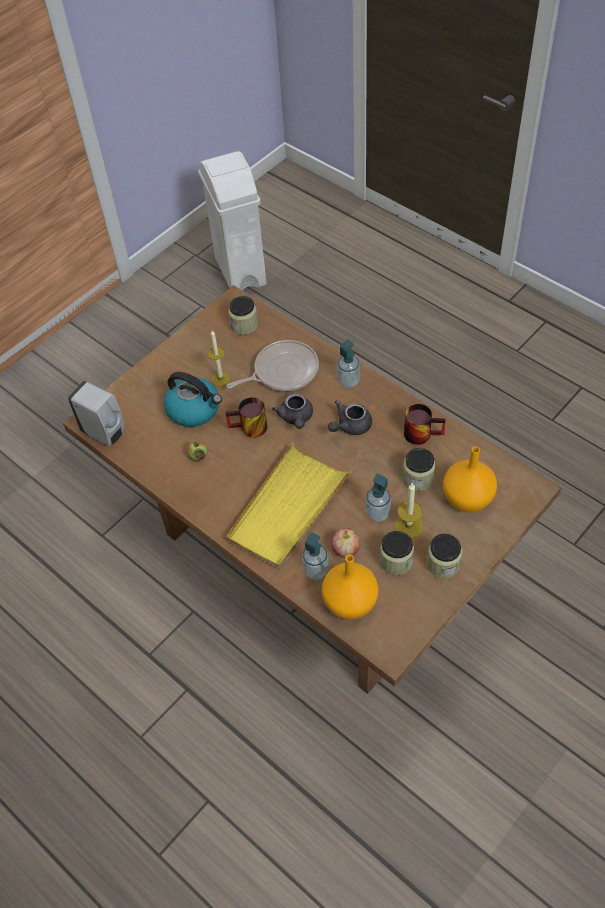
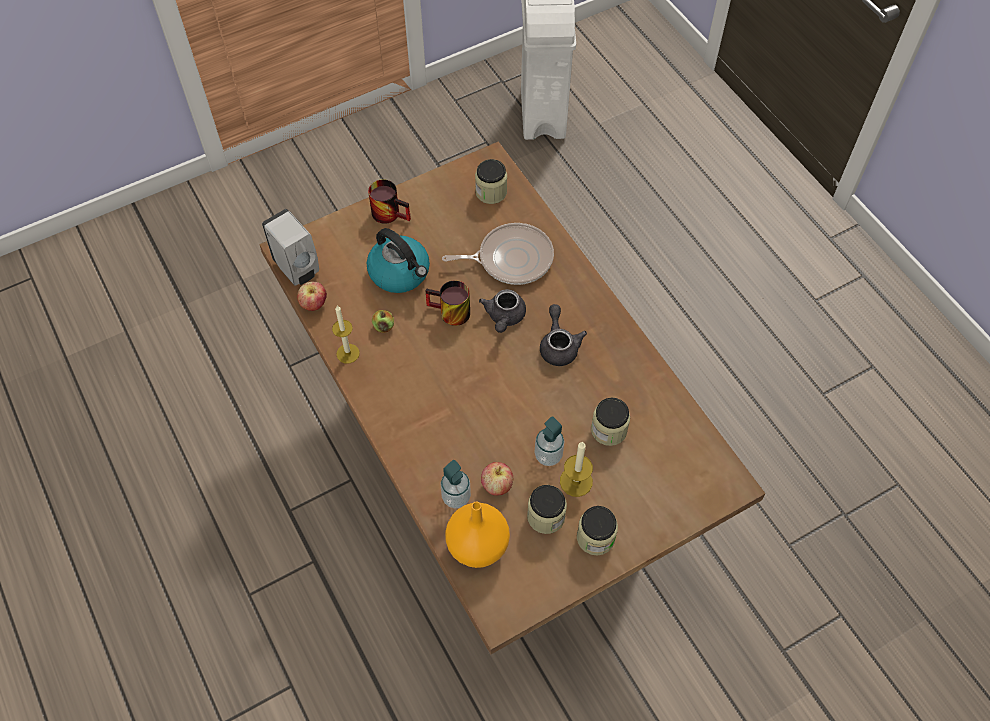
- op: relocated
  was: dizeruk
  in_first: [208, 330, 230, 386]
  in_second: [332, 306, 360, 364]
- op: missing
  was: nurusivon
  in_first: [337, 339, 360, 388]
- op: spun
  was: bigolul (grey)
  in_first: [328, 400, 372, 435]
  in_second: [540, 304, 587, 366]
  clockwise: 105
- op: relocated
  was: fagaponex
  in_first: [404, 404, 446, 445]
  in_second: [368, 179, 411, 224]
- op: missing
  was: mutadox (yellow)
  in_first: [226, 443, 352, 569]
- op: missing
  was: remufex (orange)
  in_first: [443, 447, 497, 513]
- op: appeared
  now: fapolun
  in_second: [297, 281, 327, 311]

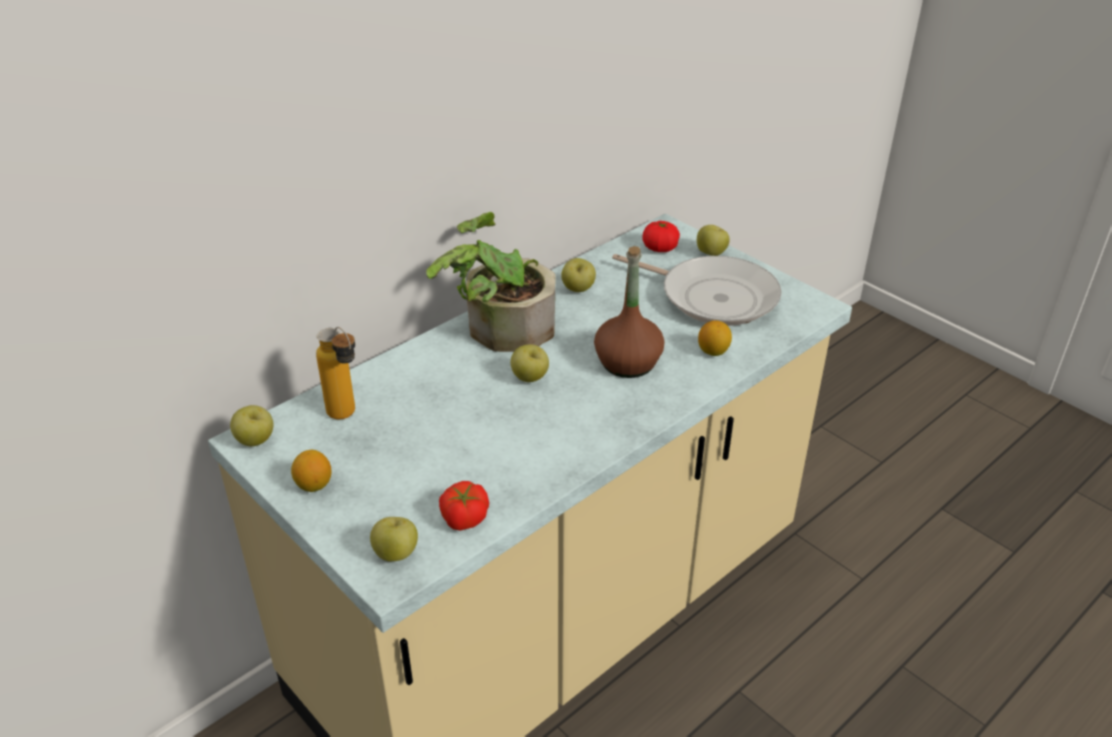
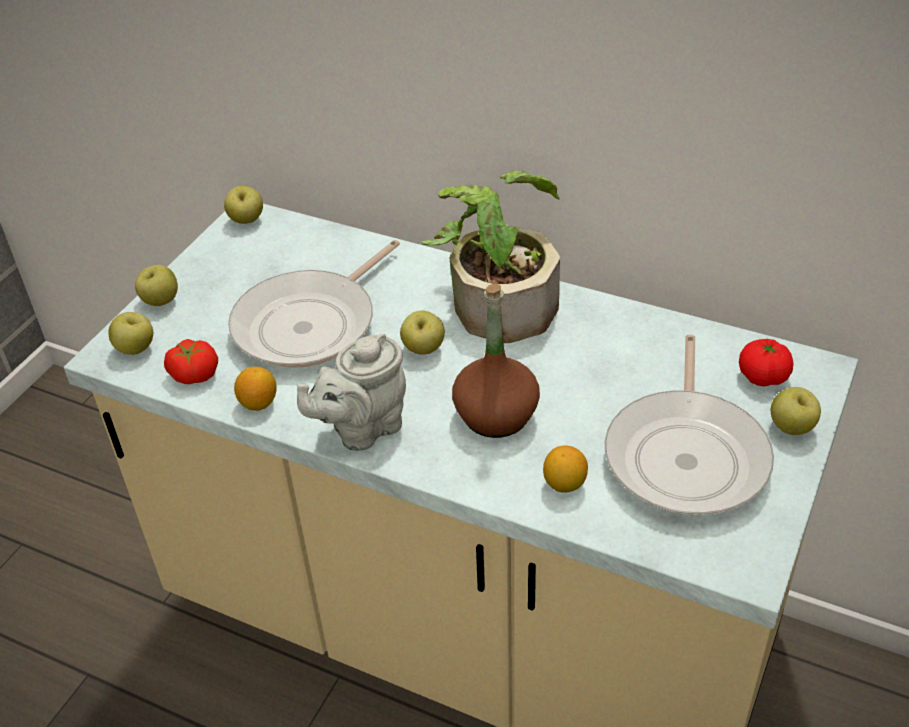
- op: relocated
  was: fapolun
  in_first: [561, 258, 596, 292]
  in_second: [135, 265, 178, 306]
- op: missing
  was: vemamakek
  in_first: [316, 327, 355, 420]
- op: relocated
  was: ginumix
  in_first: [291, 450, 331, 492]
  in_second: [234, 367, 277, 411]
- op: appeared
  now: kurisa
  in_second: [228, 240, 400, 368]
- op: appeared
  now: bigolul (grey)
  in_second: [297, 333, 406, 451]

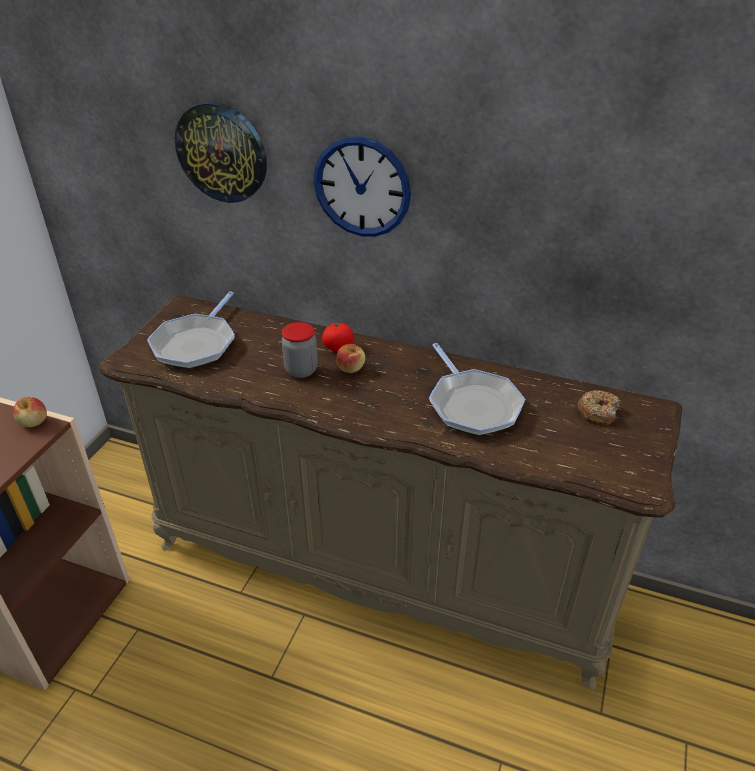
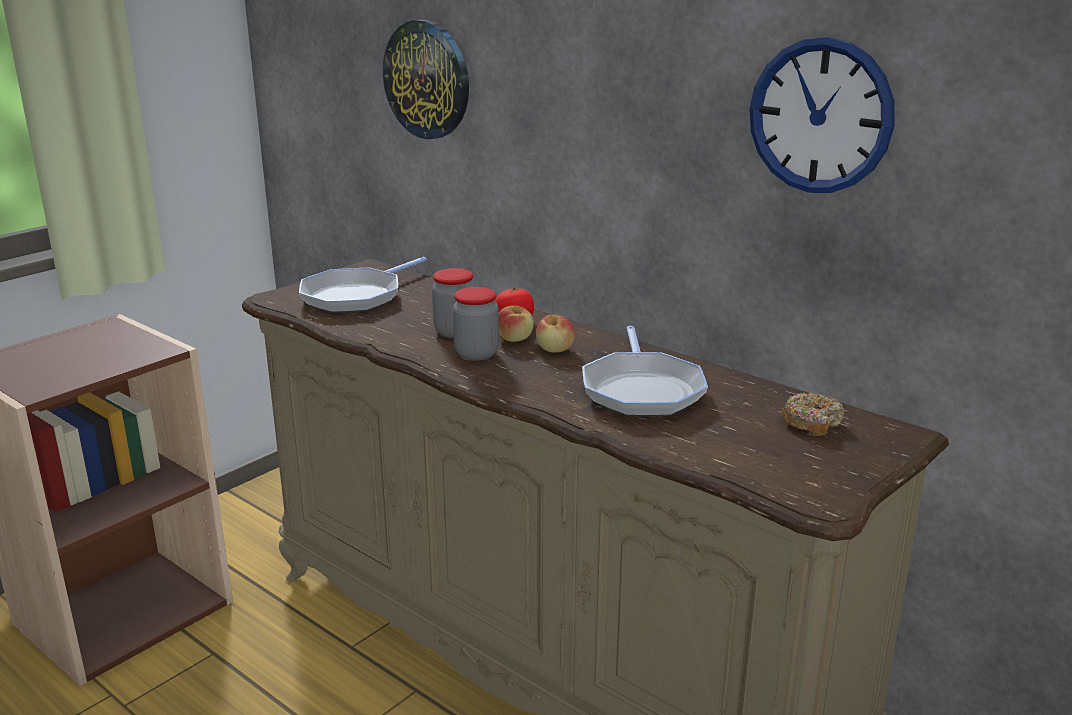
- op: relocated
  was: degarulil
  in_first: [313, 136, 411, 237]
  in_second: [750, 37, 895, 193]
- op: relocated
  was: fapolun
  in_first: [13, 397, 47, 427]
  in_second: [536, 315, 575, 353]
- op: appeared
  now: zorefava
  in_second: [453, 287, 499, 360]

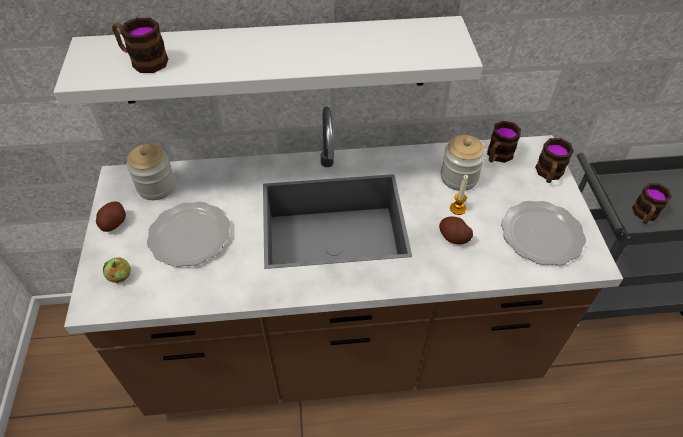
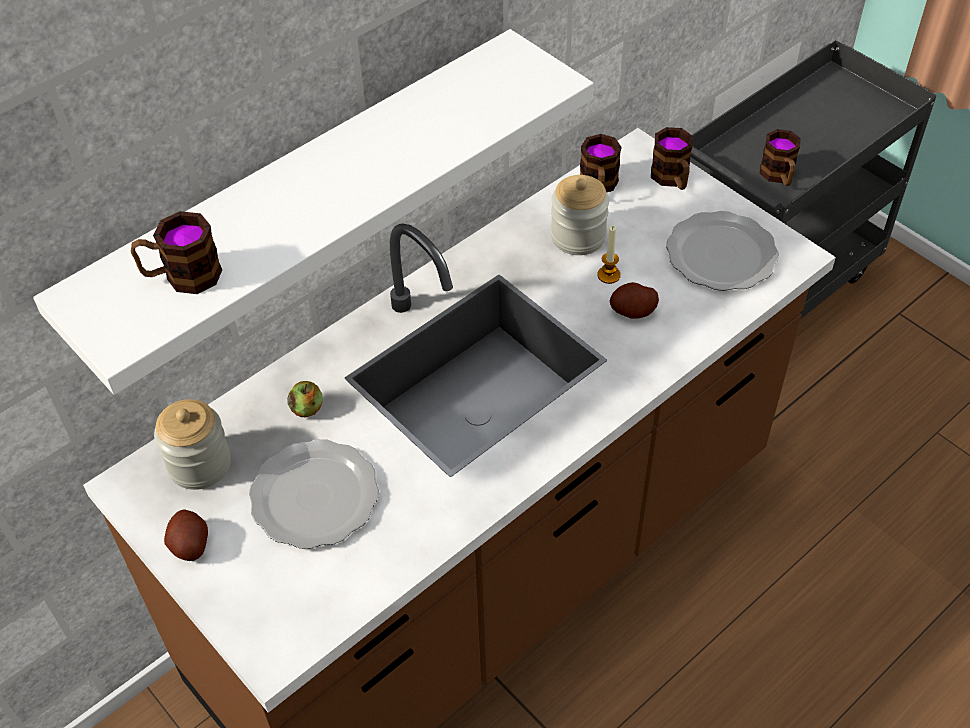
- op: relocated
  was: fapolun
  in_first: [103, 257, 131, 283]
  in_second: [287, 381, 323, 417]

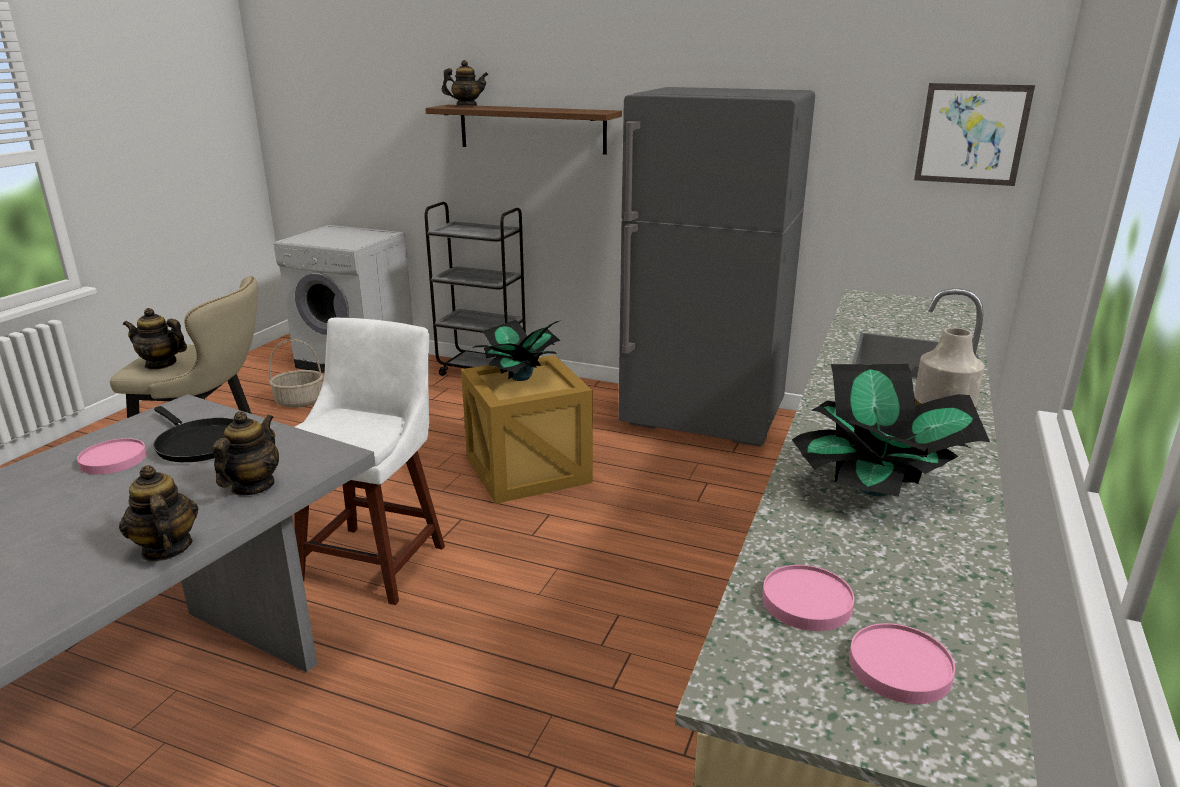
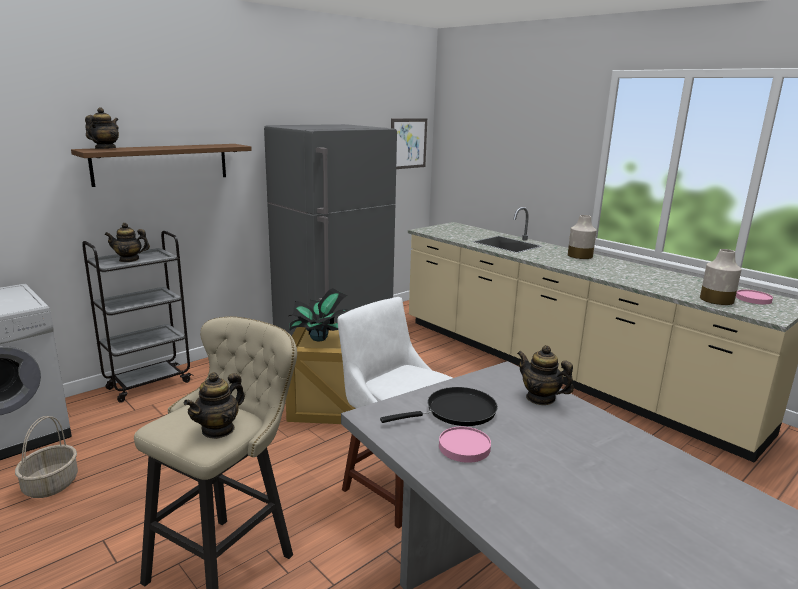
- op: missing
  was: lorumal
  in_first: [792, 364, 990, 497]
- op: relocated
  was: bigolul
  in_first: [119, 465, 198, 562]
  in_second: [105, 223, 150, 262]
- op: exchanged
  was: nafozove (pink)
  now: remufex (beige)
  in_first: [762, 565, 854, 631]
  in_second: [700, 249, 742, 305]

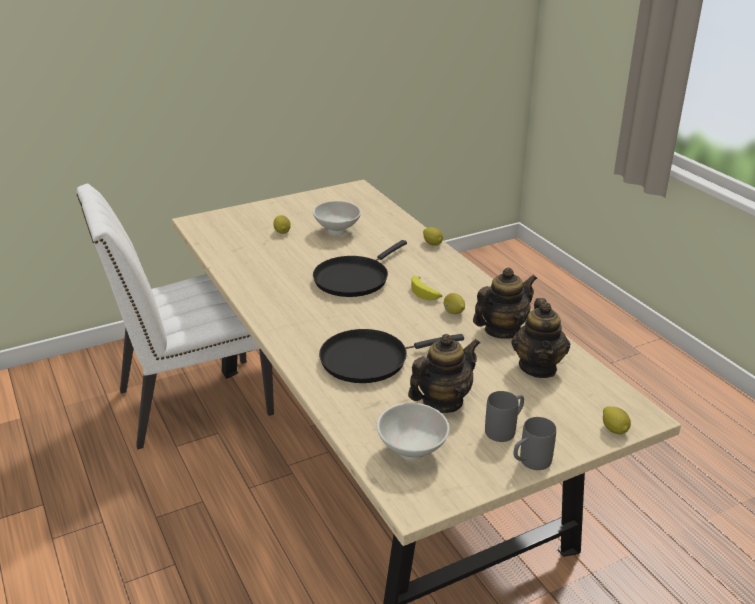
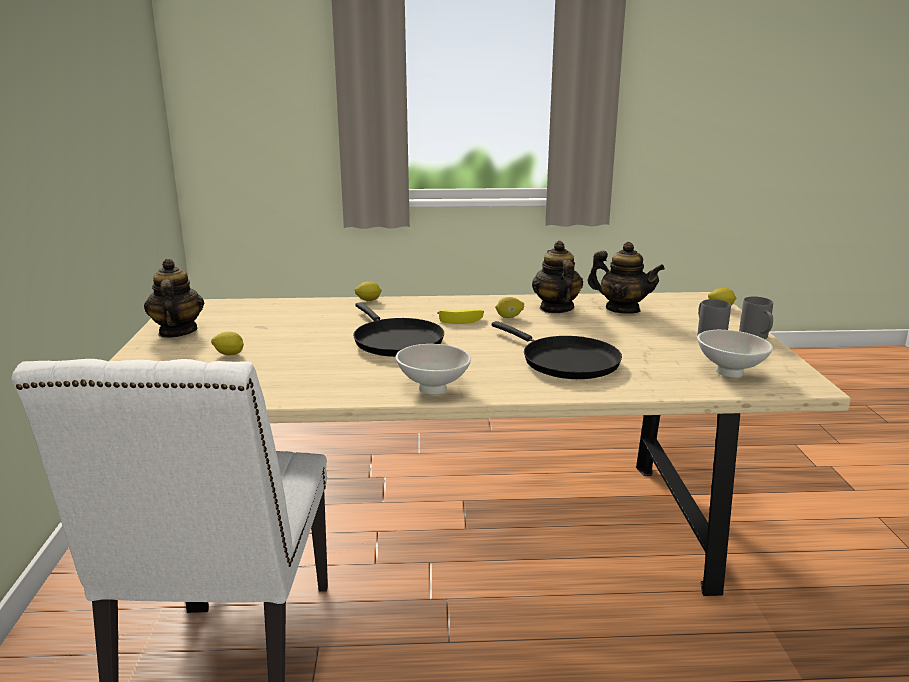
- op: relocated
  was: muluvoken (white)
  in_first: [313, 201, 361, 235]
  in_second: [396, 344, 471, 394]
- op: spun
  was: kurisa (black)
  in_first: [319, 329, 464, 383]
  in_second: [492, 321, 622, 379]
  clockwise: -45
- op: relocated
  was: bigolul
  in_first: [408, 334, 480, 413]
  in_second: [144, 258, 204, 338]

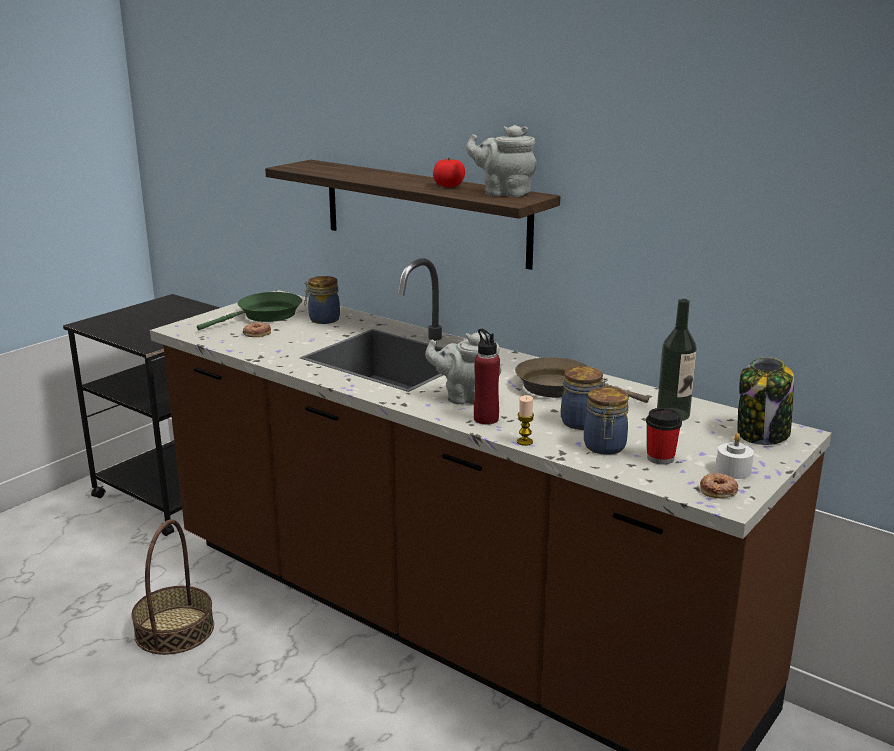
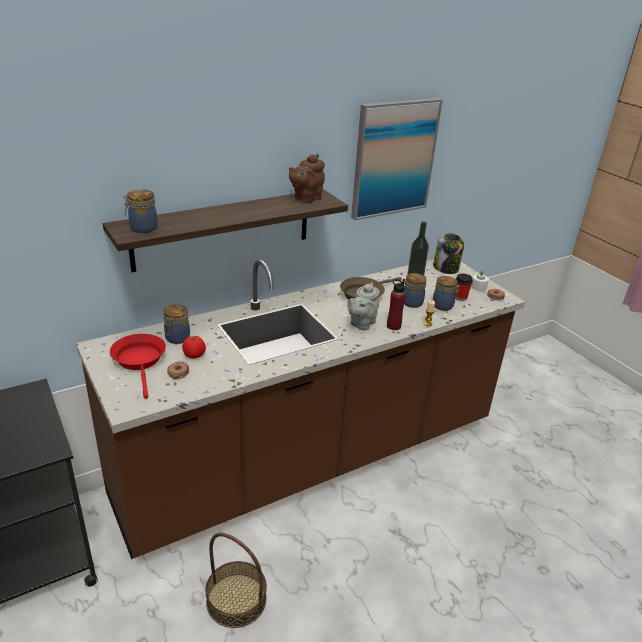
- op: colour
  was: bigolul (grey)
  now: bigolul (brown)
  in_first: [466, 125, 537, 197]
  in_second: [289, 154, 325, 203]
- op: relocated
  was: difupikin
  in_first: [433, 158, 465, 188]
  in_second: [182, 336, 206, 359]
- op: colour
  was: kurisa (green)
  now: kurisa (red)
  in_first: [197, 292, 302, 330]
  in_second: [110, 334, 166, 399]
- op: appeared
  now: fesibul
  in_second: [351, 98, 443, 220]
- op: appeared
  now: zorefava
  in_second: [124, 189, 158, 233]

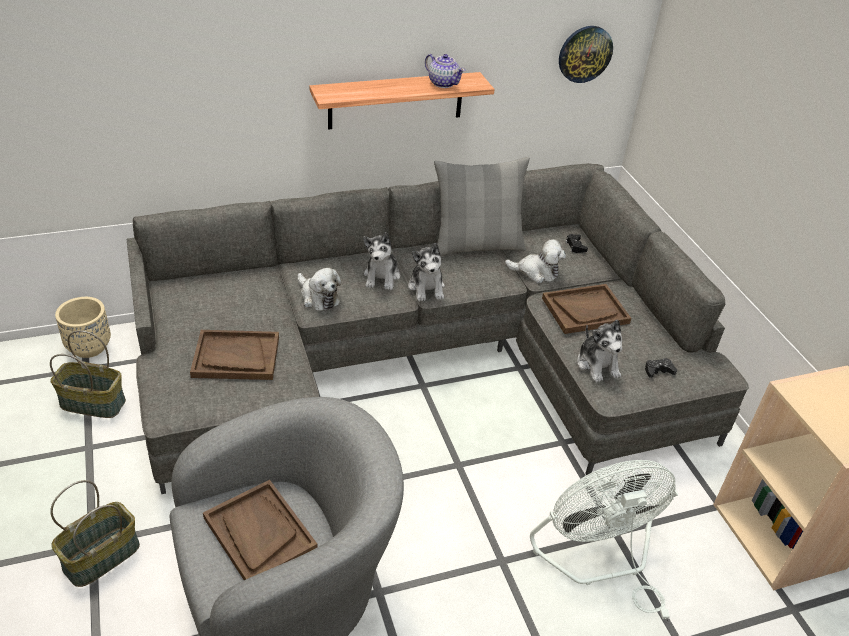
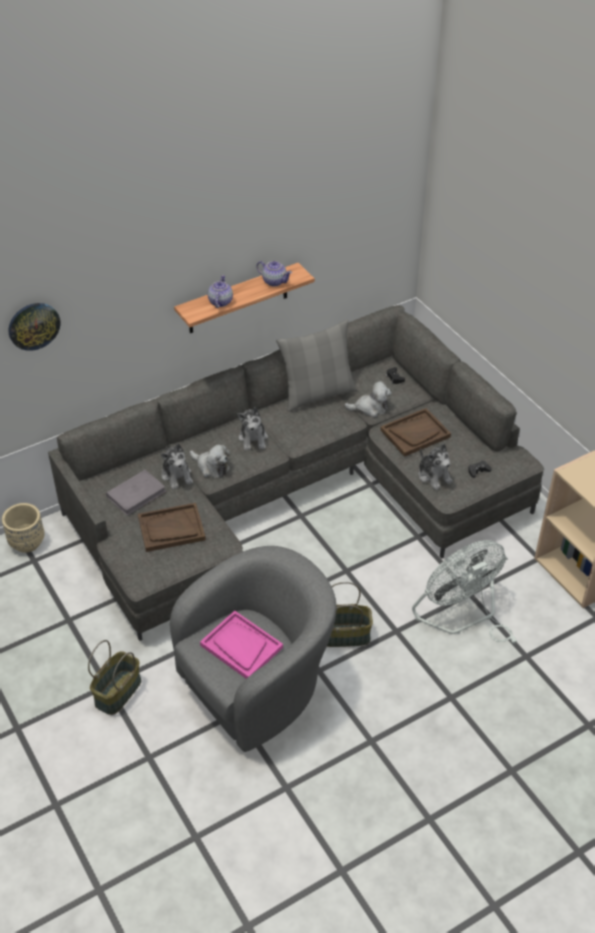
- op: relocated
  was: degarulil
  in_first: [559, 26, 613, 83]
  in_second: [8, 303, 61, 351]
- op: relocated
  was: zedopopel
  in_first: [408, 243, 445, 302]
  in_second: [161, 444, 193, 490]
- op: relocated
  was: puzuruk
  in_first: [50, 330, 126, 418]
  in_second: [327, 582, 373, 647]
- op: colour
  was: mutadox (brown)
  now: mutadox (pink)
  in_first: [203, 480, 318, 580]
  in_second: [200, 611, 283, 679]
- op: appeared
  now: bigolul
  in_second: [208, 275, 233, 308]
- op: appeared
  now: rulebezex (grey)
  in_second: [106, 470, 167, 516]

